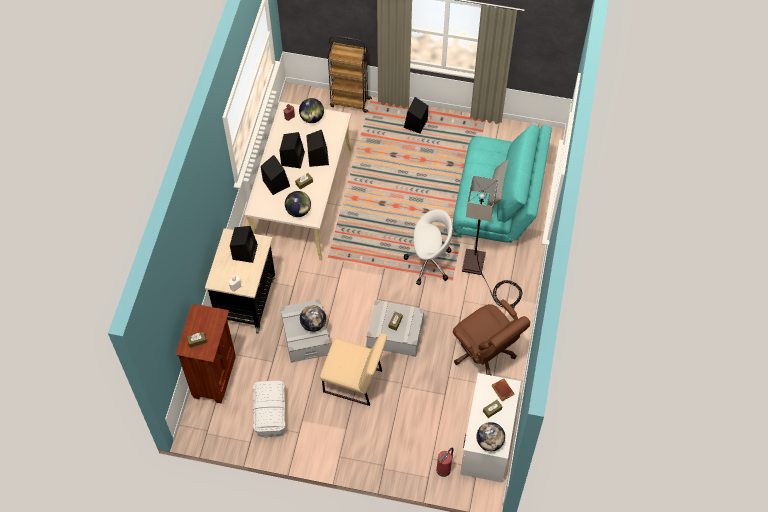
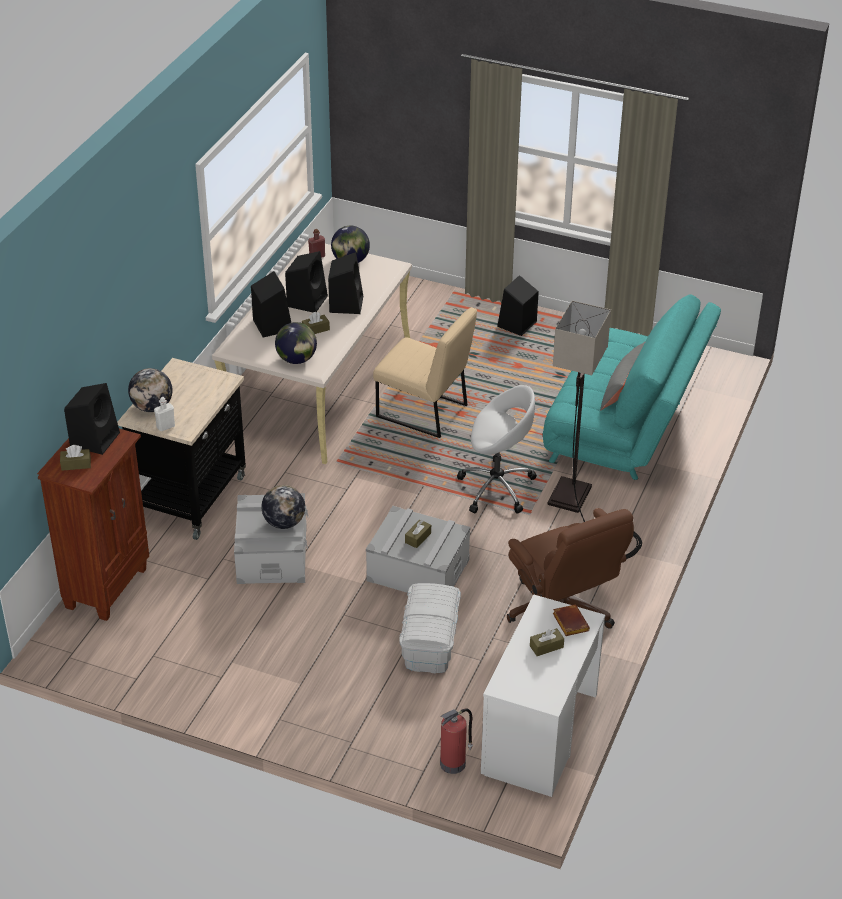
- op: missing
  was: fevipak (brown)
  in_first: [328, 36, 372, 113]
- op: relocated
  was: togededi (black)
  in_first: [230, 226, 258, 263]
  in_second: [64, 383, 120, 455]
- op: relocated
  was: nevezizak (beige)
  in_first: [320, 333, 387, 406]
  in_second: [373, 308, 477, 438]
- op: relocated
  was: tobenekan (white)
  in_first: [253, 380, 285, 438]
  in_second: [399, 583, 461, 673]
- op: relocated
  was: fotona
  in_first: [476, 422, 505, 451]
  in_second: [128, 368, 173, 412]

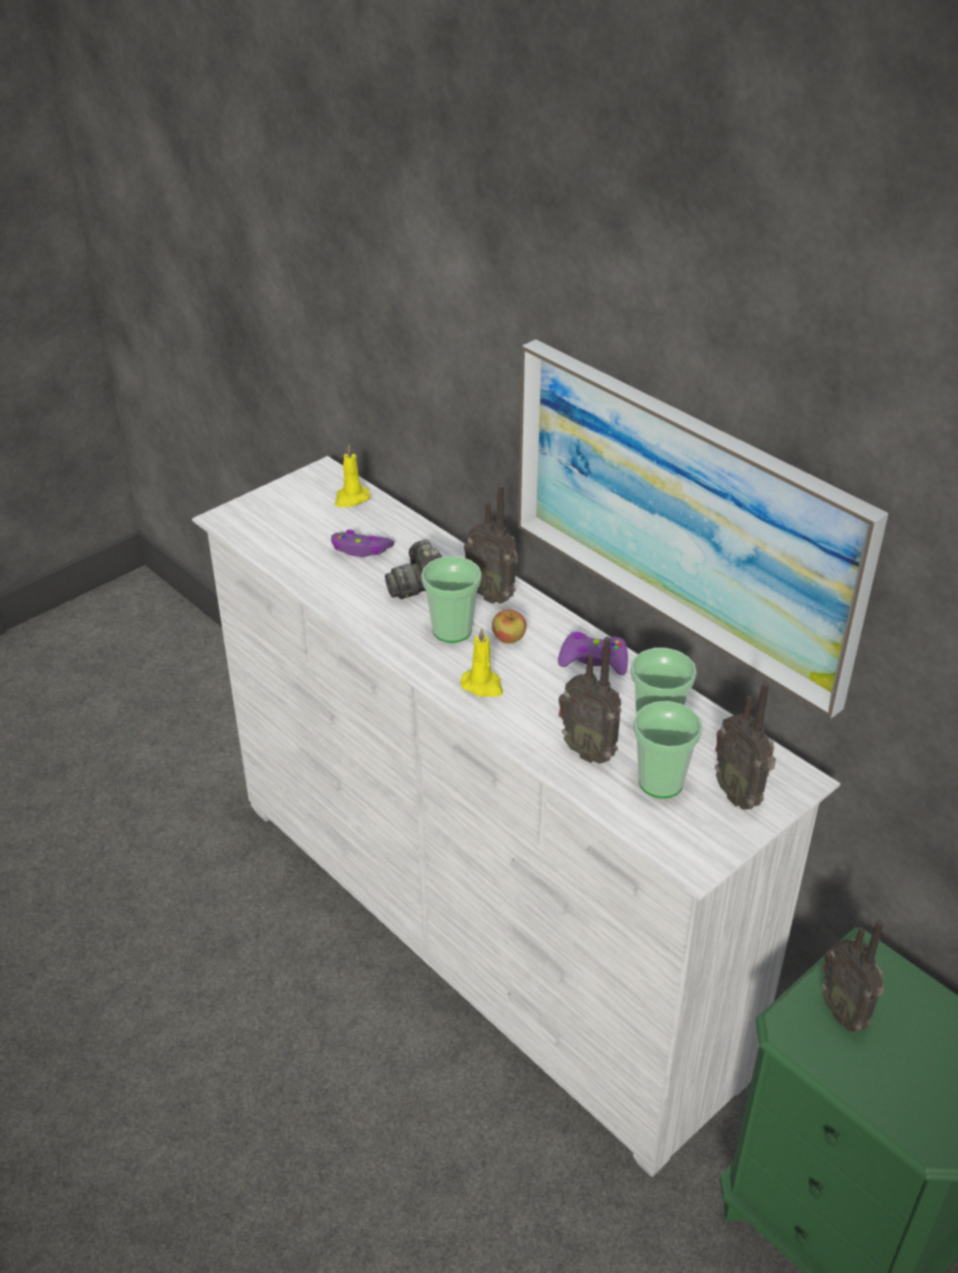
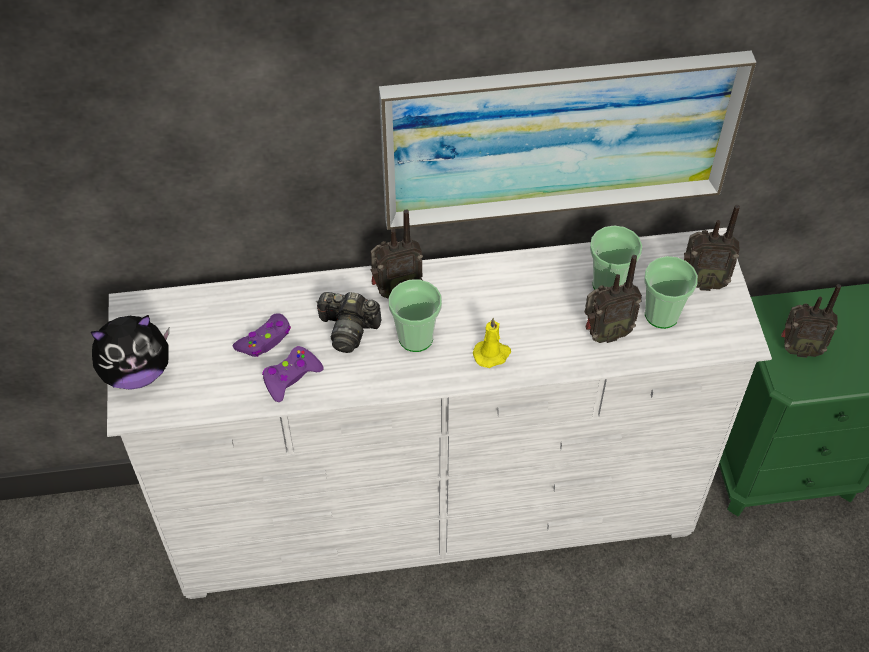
- op: missing
  was: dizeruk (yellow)
  in_first: [335, 445, 370, 507]
- op: missing
  was: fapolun
  in_first: [492, 610, 526, 644]
- op: relocated
  was: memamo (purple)
  in_first: [558, 632, 628, 675]
  in_second: [262, 346, 324, 402]
- op: appeared
  now: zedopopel
  in_second: [91, 315, 169, 390]

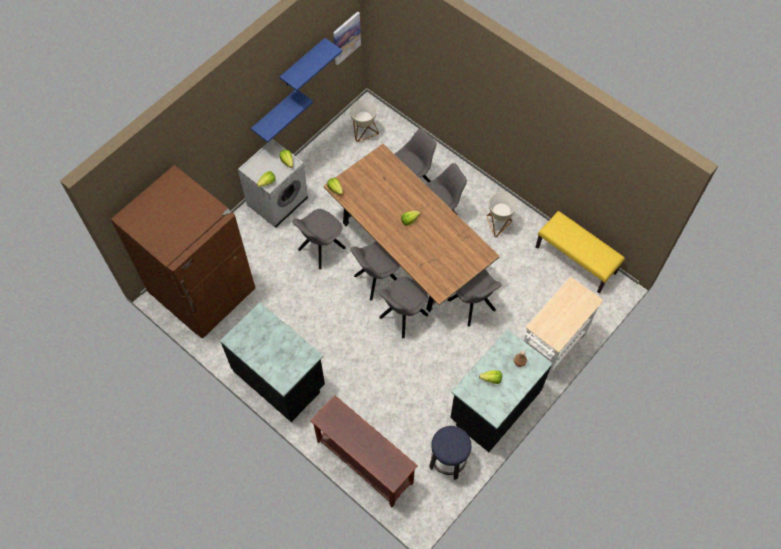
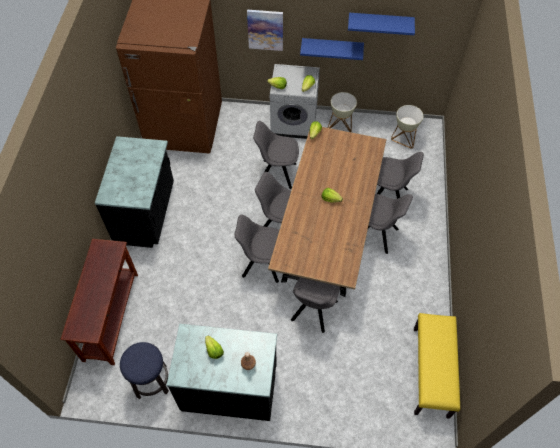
- op: relocated
  was: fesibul
  in_first: [333, 12, 361, 65]
  in_second: [247, 10, 283, 51]
- op: relocated
  was: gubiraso
  in_first: [486, 192, 517, 237]
  in_second: [328, 92, 357, 132]
- op: missing
  was: fevipak (white)
  in_first: [524, 277, 603, 380]

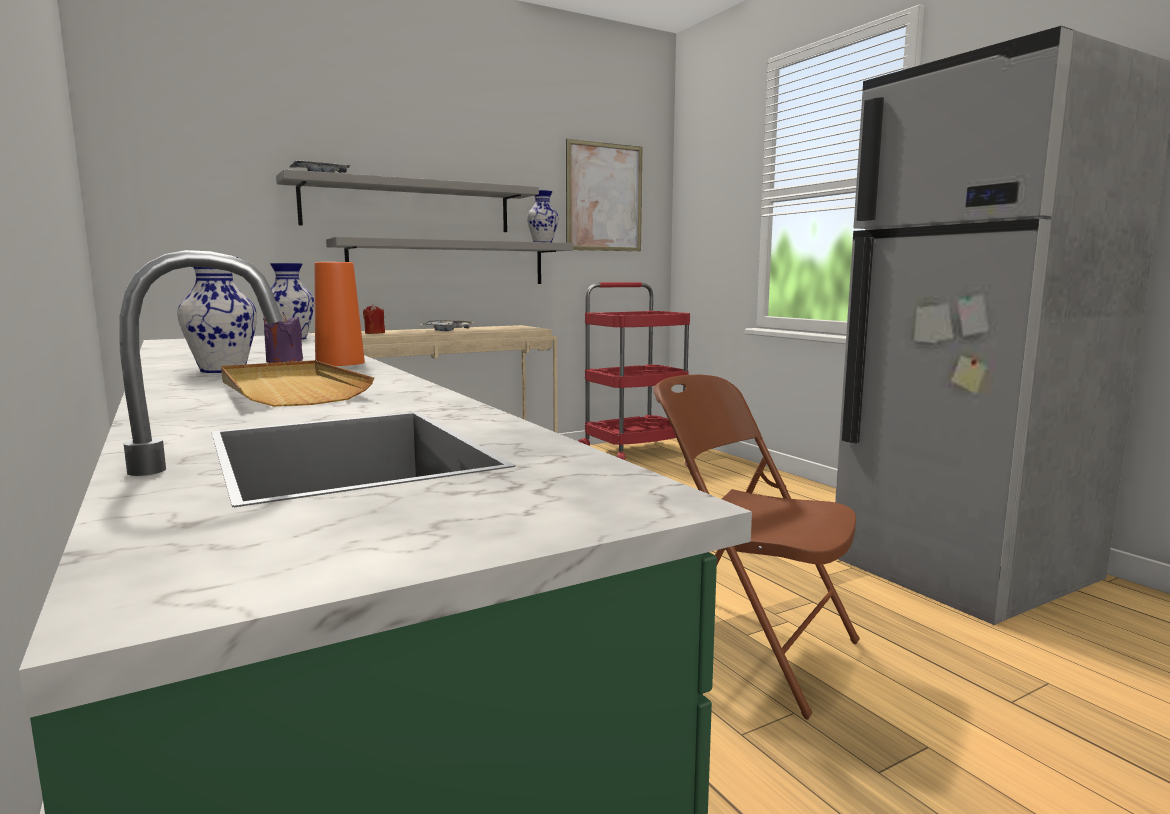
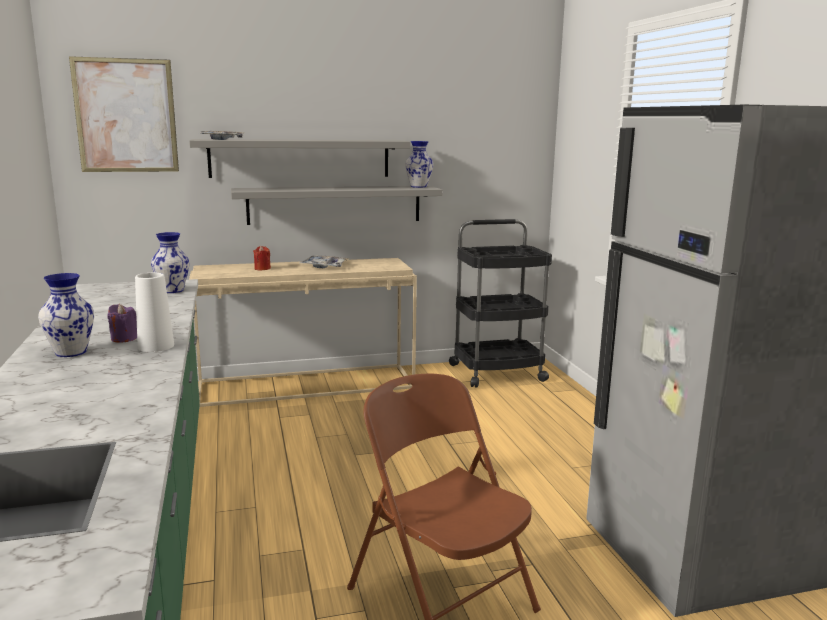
- op: relocated
  was: fesibul
  in_first: [566, 139, 642, 251]
  in_second: [69, 56, 179, 172]
- op: colour
  was: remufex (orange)
  now: remufex (white)
  in_first: [314, 262, 365, 366]
  in_second: [135, 273, 174, 352]
- op: colour
  was: fevipak (red)
  now: fevipak (black)
  in_first: [578, 282, 690, 460]
  in_second: [449, 219, 552, 388]
- op: missing
  was: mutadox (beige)
  in_first: [221, 360, 374, 407]

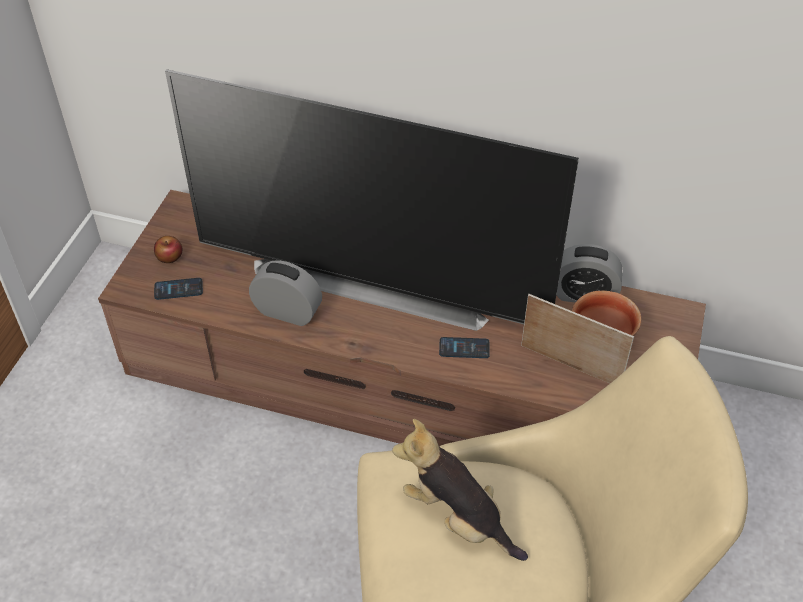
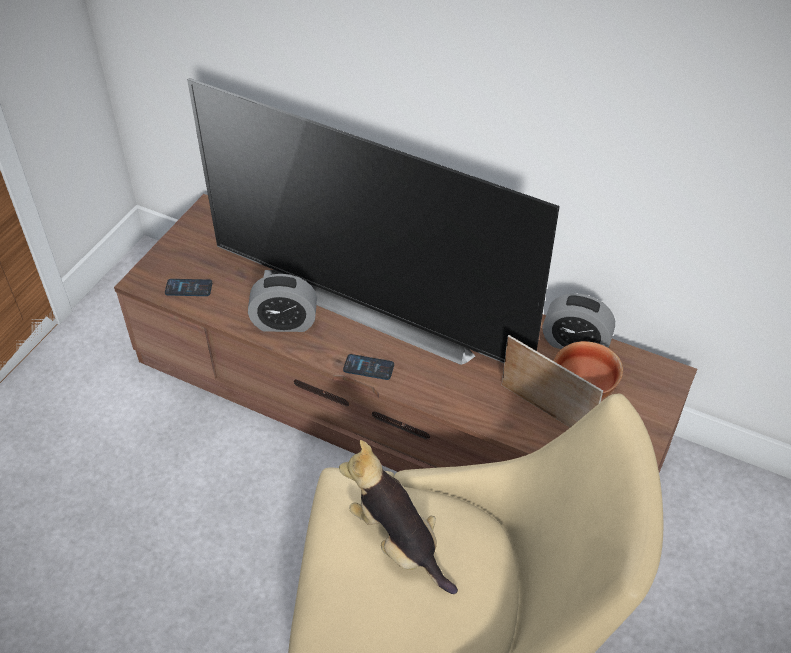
- op: missing
  was: fapolun
  in_first: [154, 236, 182, 263]
- op: spun
  was: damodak
  in_first: [249, 260, 322, 326]
  in_second: [248, 274, 317, 332]
  clockwise: 150
- op: relocated
  was: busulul
  in_first: [439, 337, 490, 358]
  in_second: [343, 354, 394, 380]

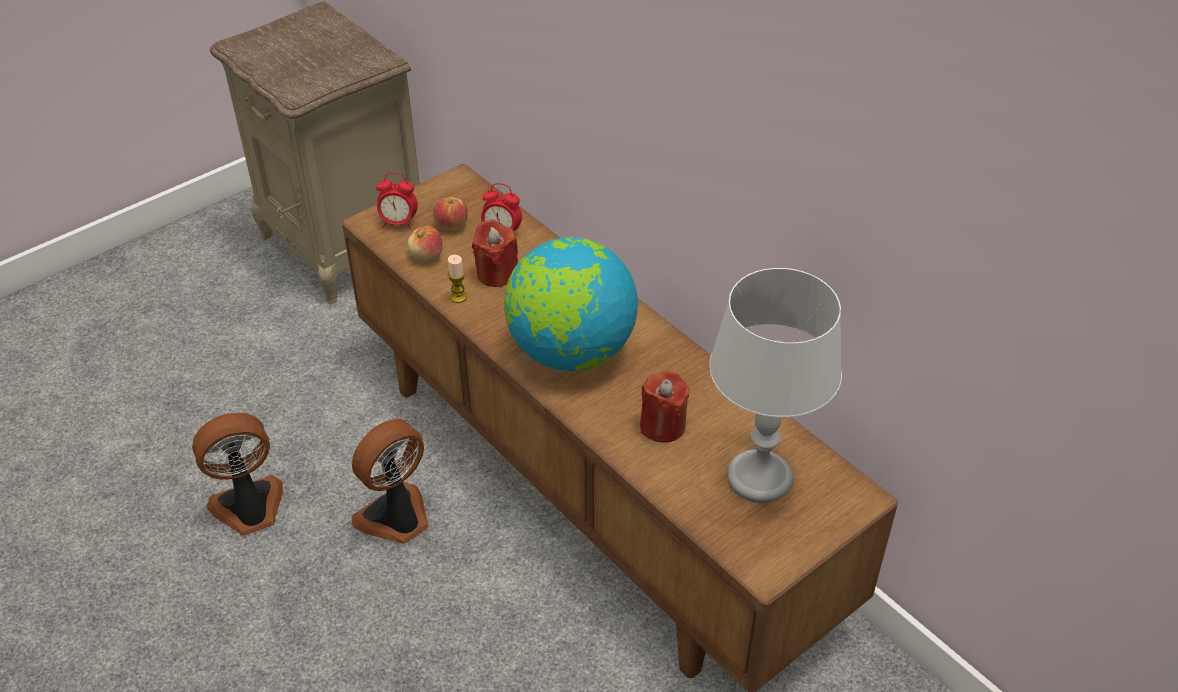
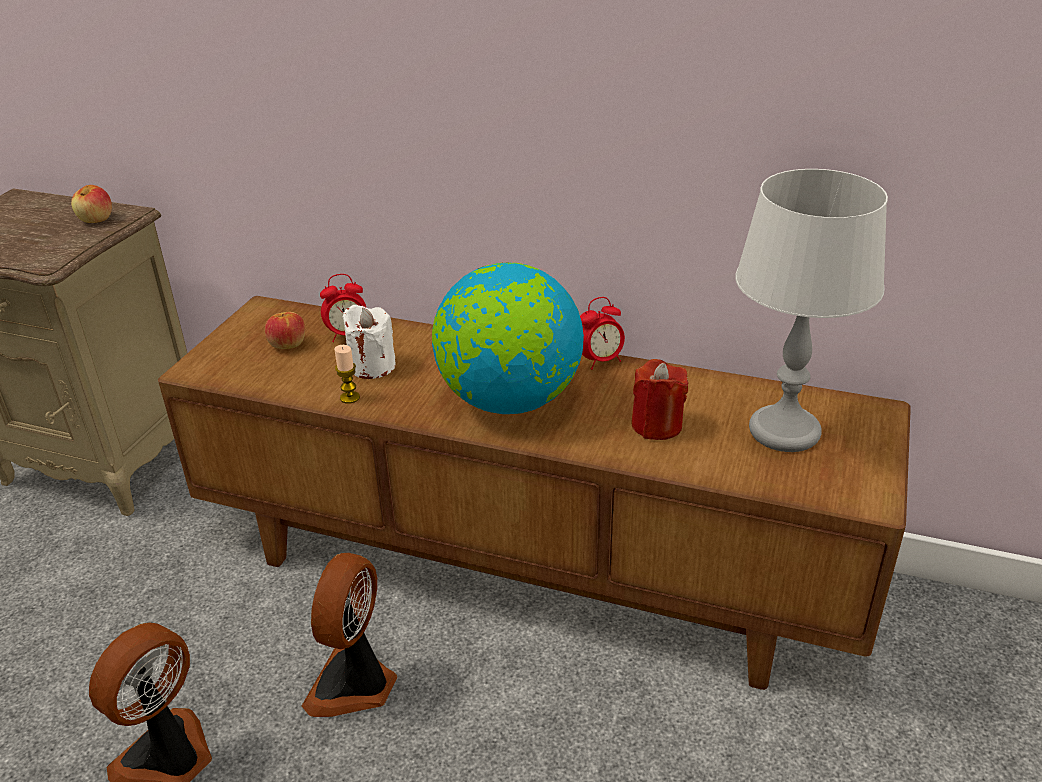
- op: relocated
  was: damodak
  in_first: [376, 172, 418, 229]
  in_second: [580, 297, 625, 370]
- op: colour
  was: dizeruk (red)
  now: dizeruk (white)
  in_first: [472, 219, 518, 287]
  in_second: [342, 305, 396, 379]
- op: relocated
  was: fapolun
  in_first: [408, 226, 442, 263]
  in_second: [71, 185, 112, 223]

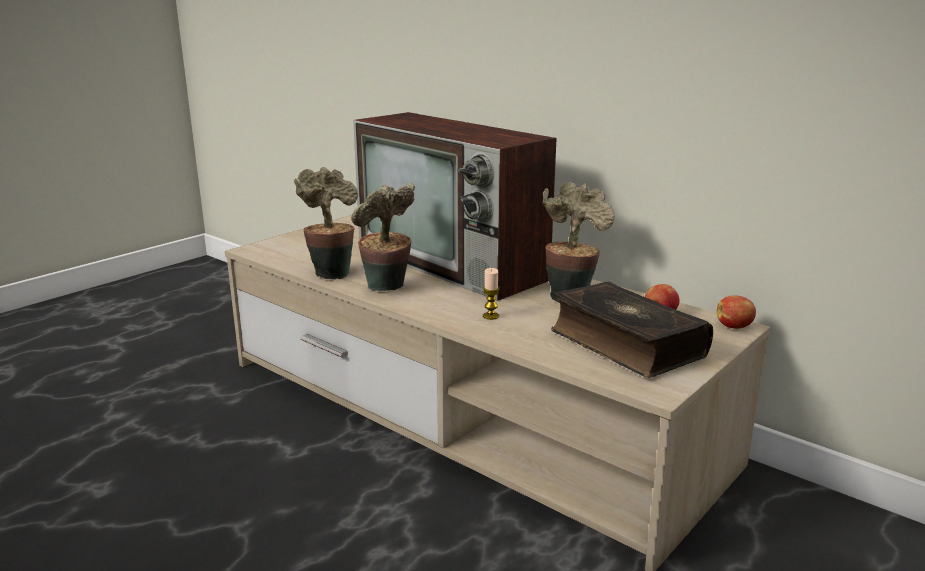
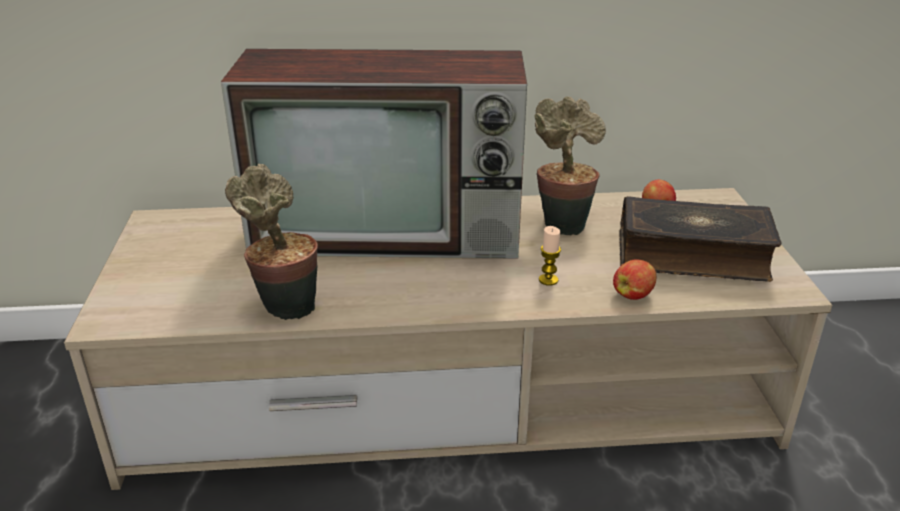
- op: missing
  was: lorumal
  in_first: [351, 183, 415, 291]
- op: relocated
  was: fapolun
  in_first: [717, 295, 756, 329]
  in_second: [613, 259, 656, 300]

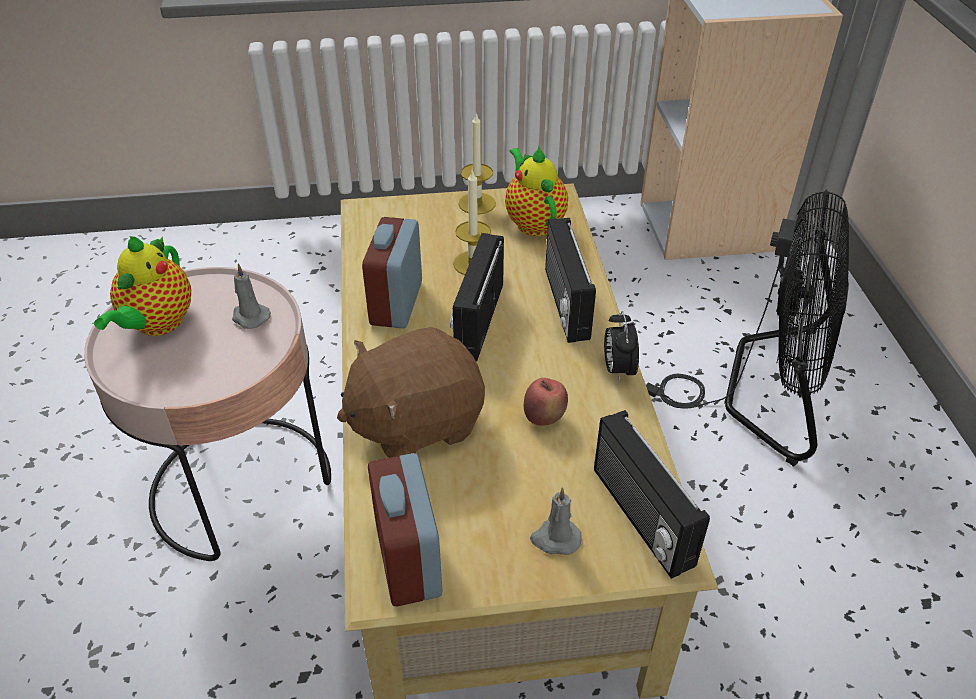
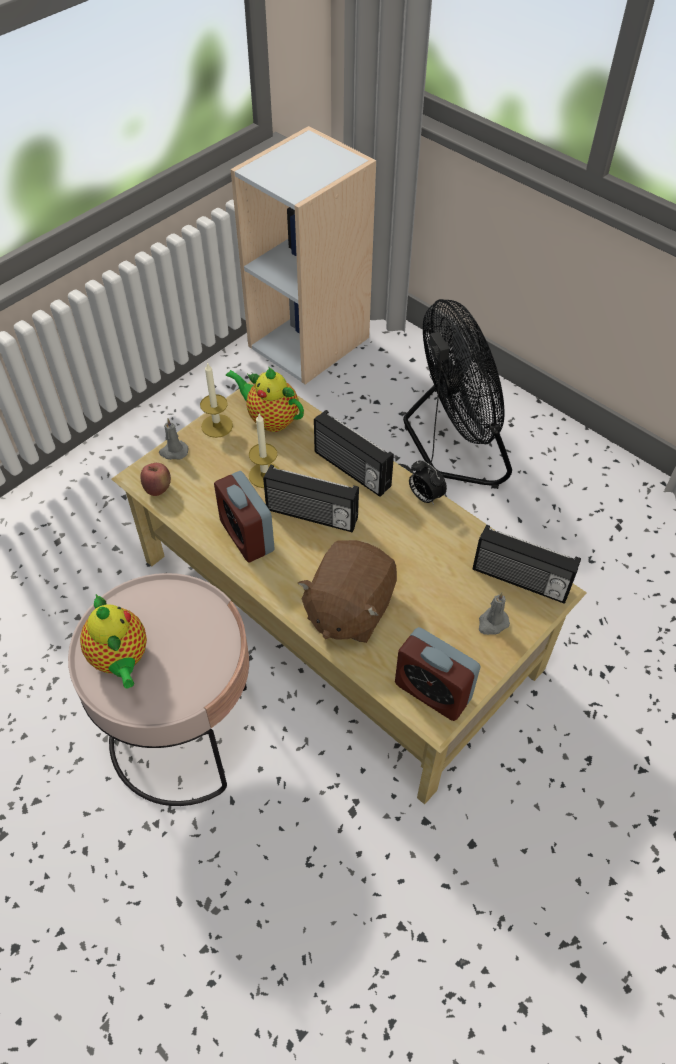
- op: spun
  was: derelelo
  in_first: [450, 233, 504, 362]
  in_second: [263, 464, 359, 533]
  clockwise: -45
- op: relocated
  was: dizeruk (grey)
  in_first: [232, 263, 271, 329]
  in_second: [159, 419, 188, 460]
- op: relocated
  was: fapolun
  in_first: [524, 378, 568, 426]
  in_second: [140, 463, 171, 496]

